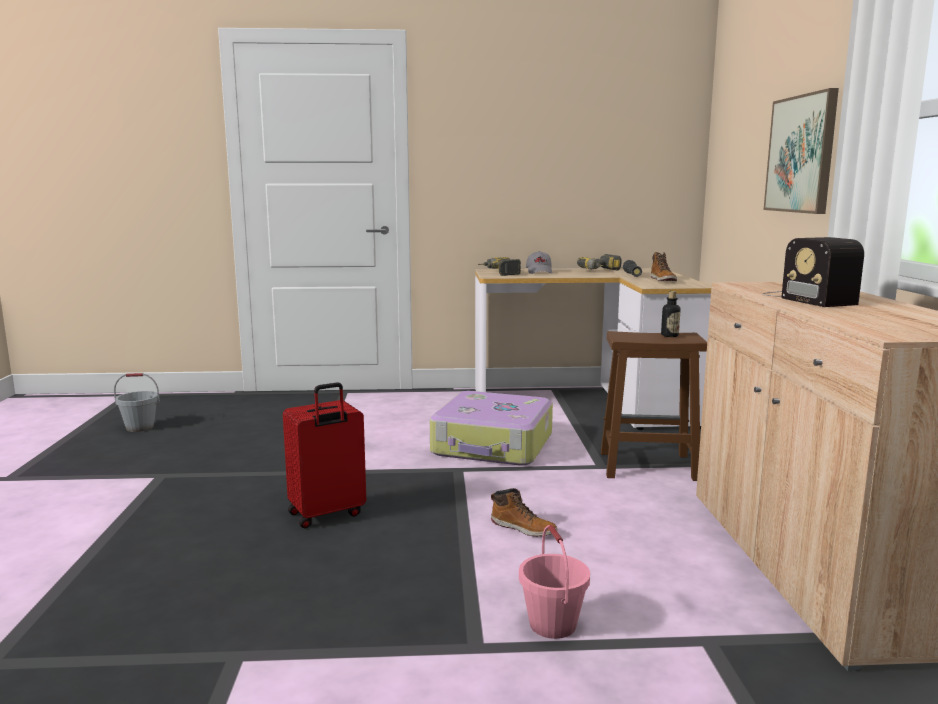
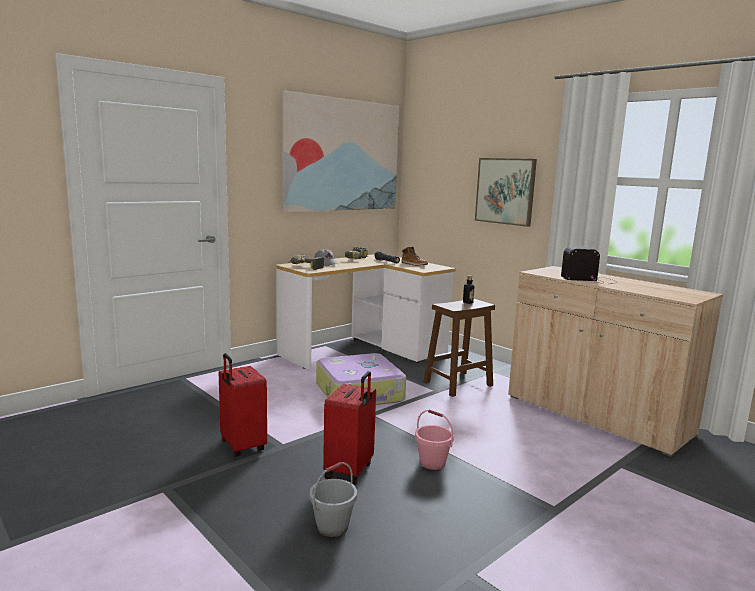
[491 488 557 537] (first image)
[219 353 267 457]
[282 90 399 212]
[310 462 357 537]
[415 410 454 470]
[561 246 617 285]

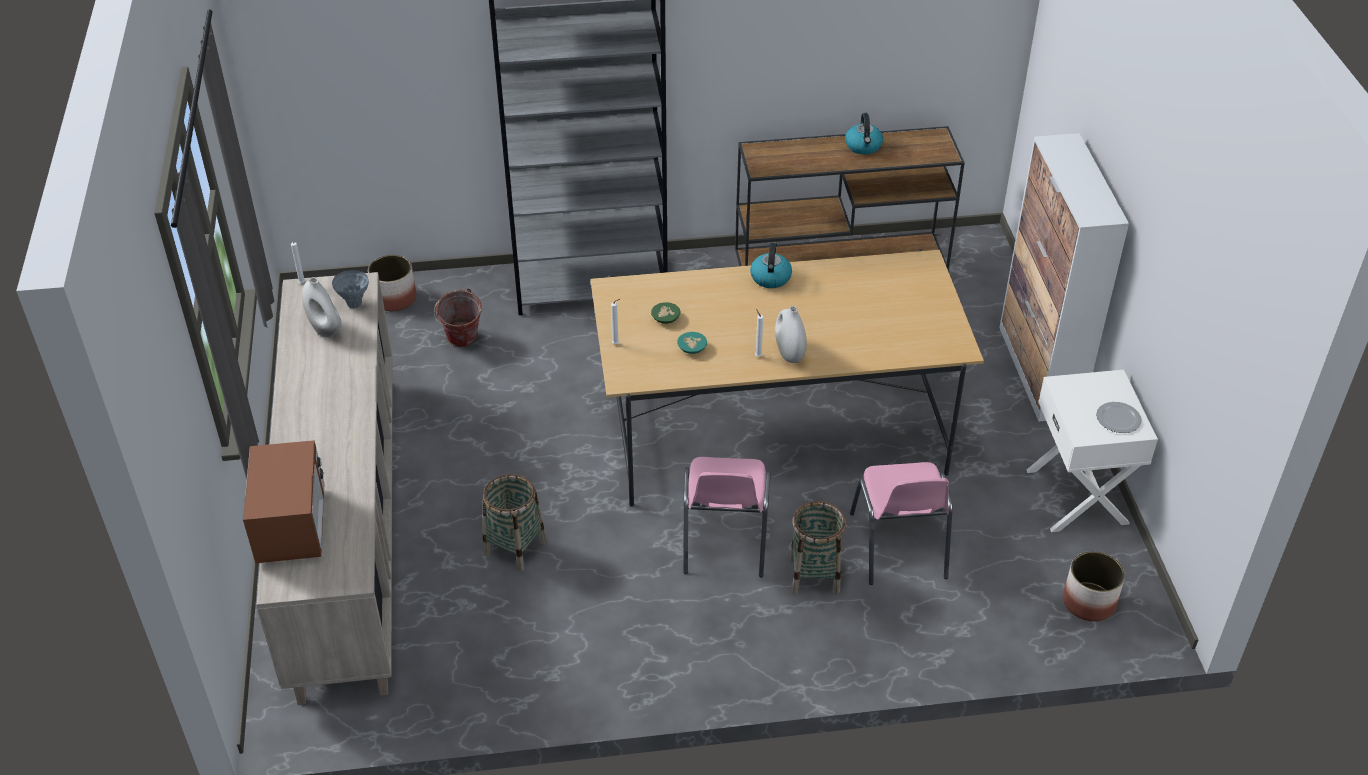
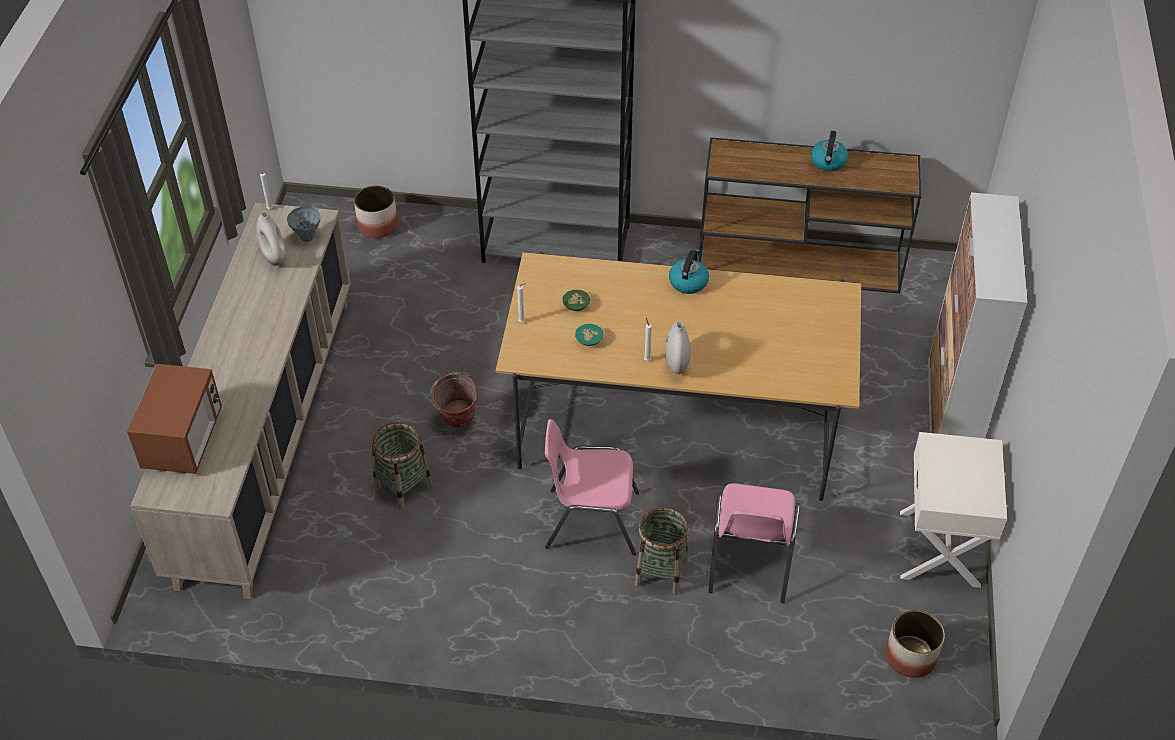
[1096 402 1142 433] (first image)
[430 372 478 428]
[545 419 639 556]

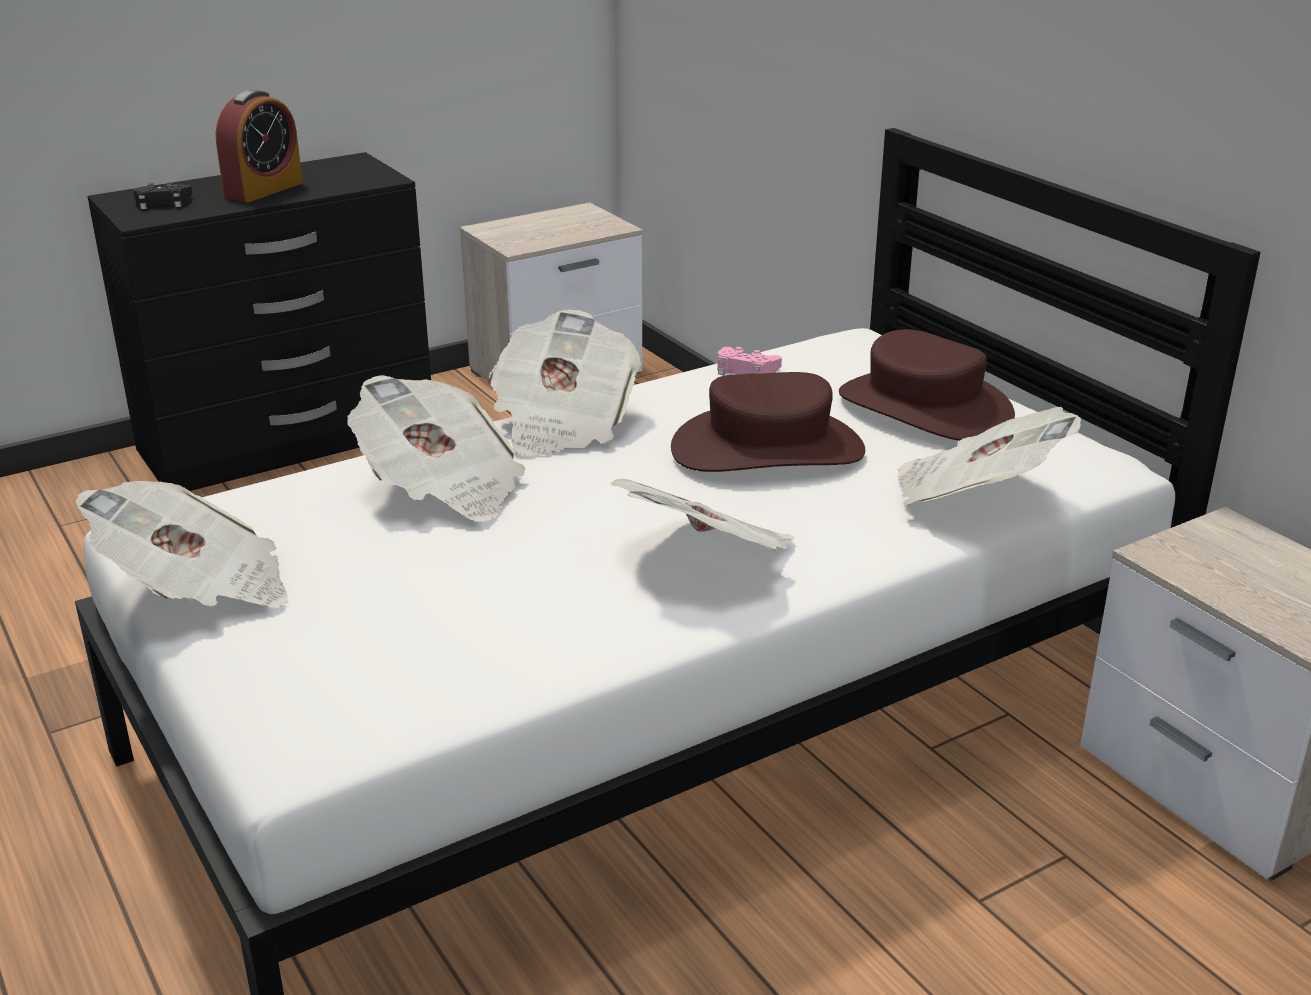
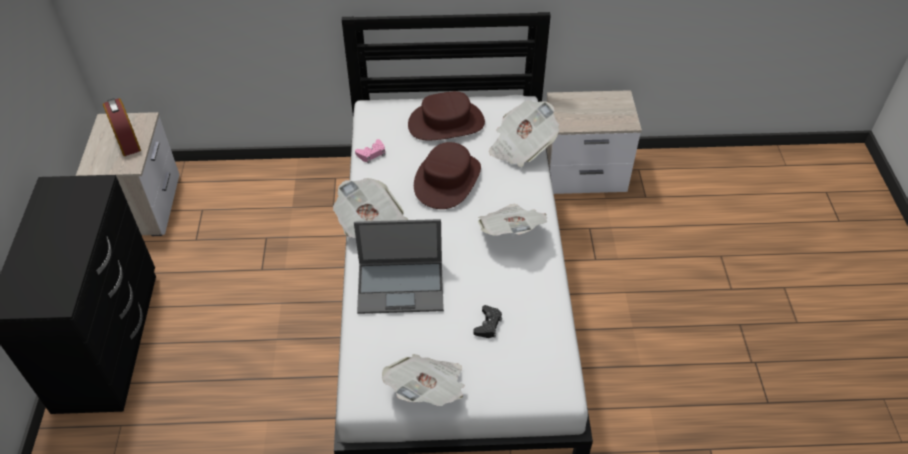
[473 305 502 338]
[103 98 141 156]
[354 219 444 314]

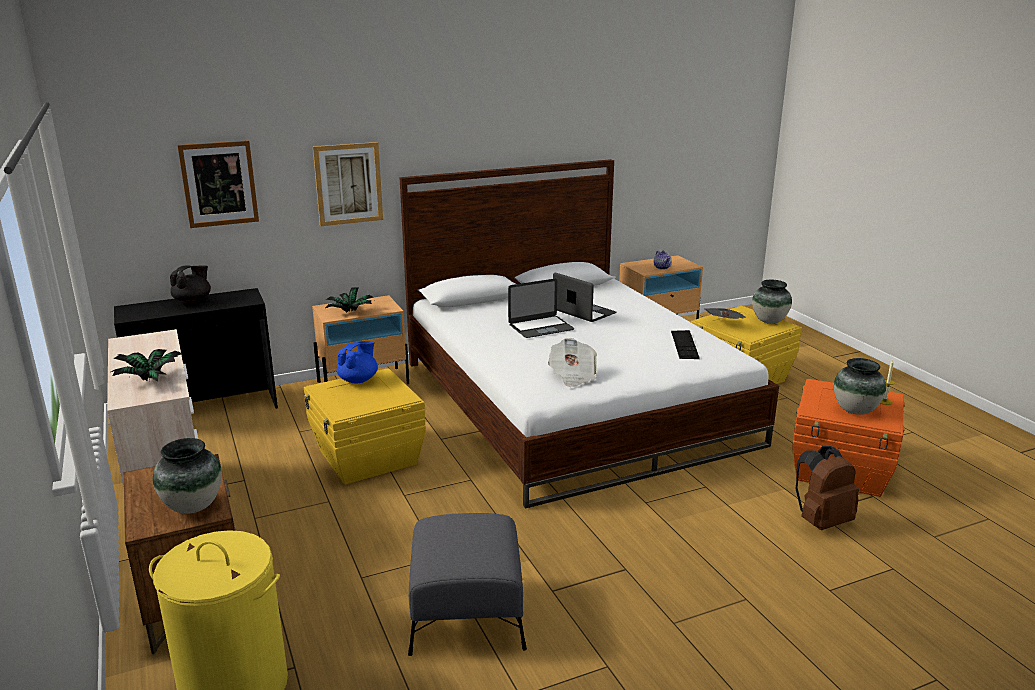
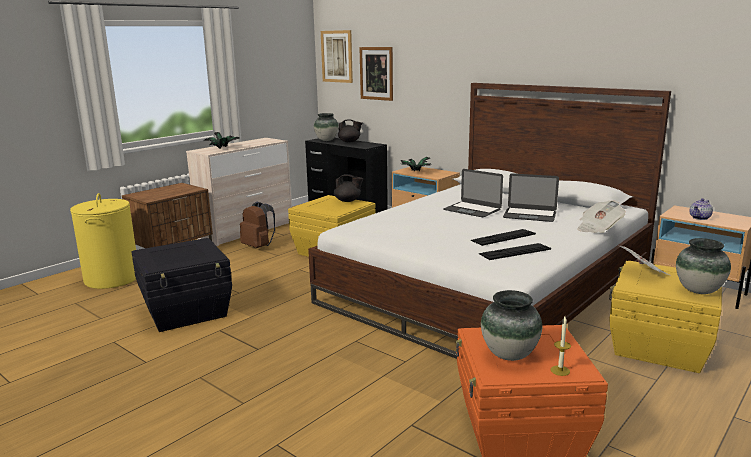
[471 229 536 246]
[314 113 339 141]
[321 30 353 83]
[577 200 626 233]
[240 201 275 248]
[131 238 232 332]
[334 174 363 202]
[503 173 559 222]

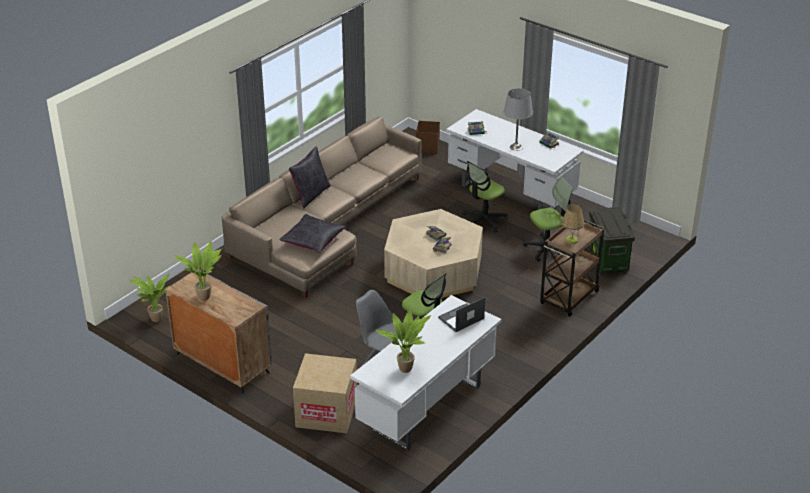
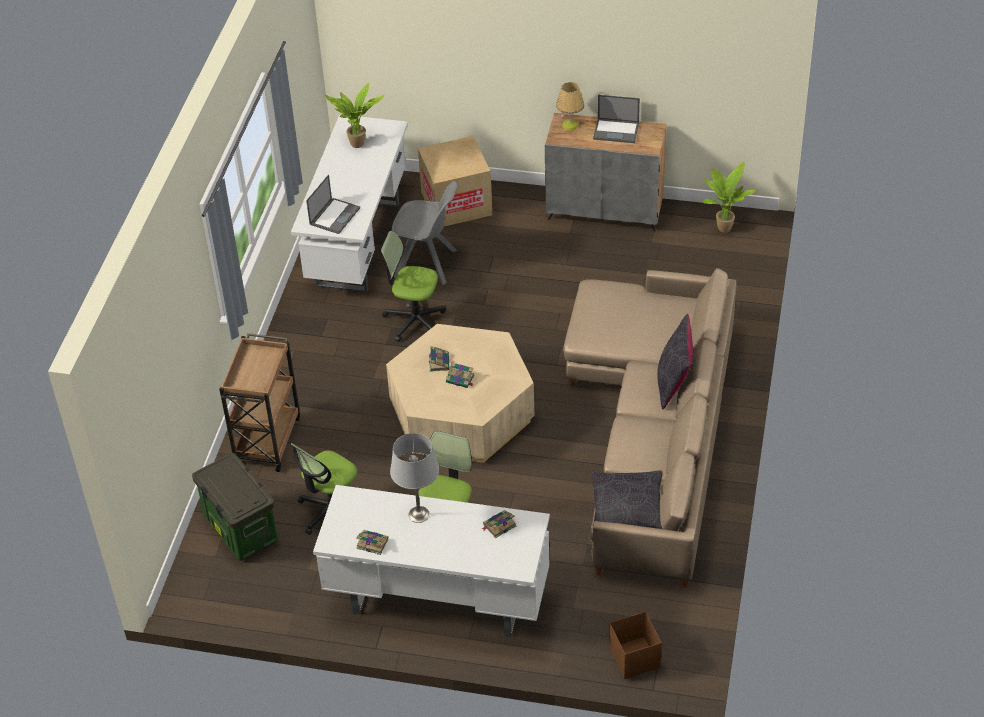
[592 470 662 531]
[556 82 584 130]
[593 95 640 143]

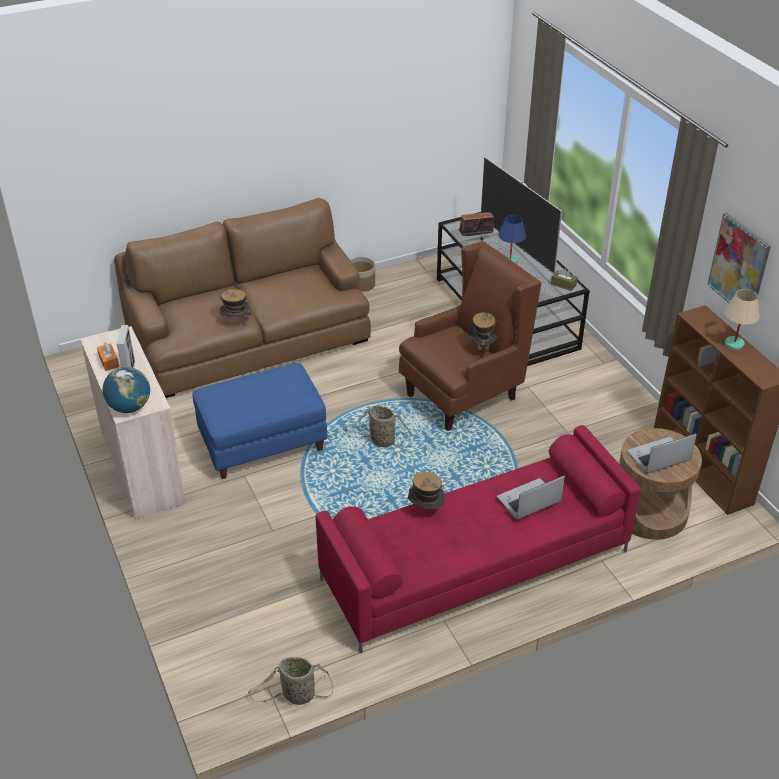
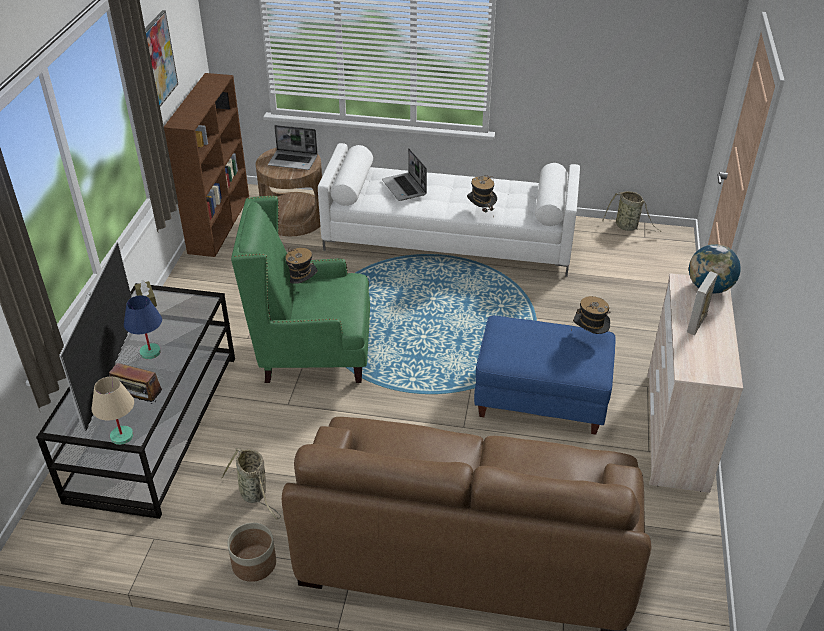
[97 342 119 371] (first image)
[571 296 611 334]
[221 448 281 519]
[92 377 134 445]
[318 143 580 277]
[231 196 370 383]
[382 148 427 201]

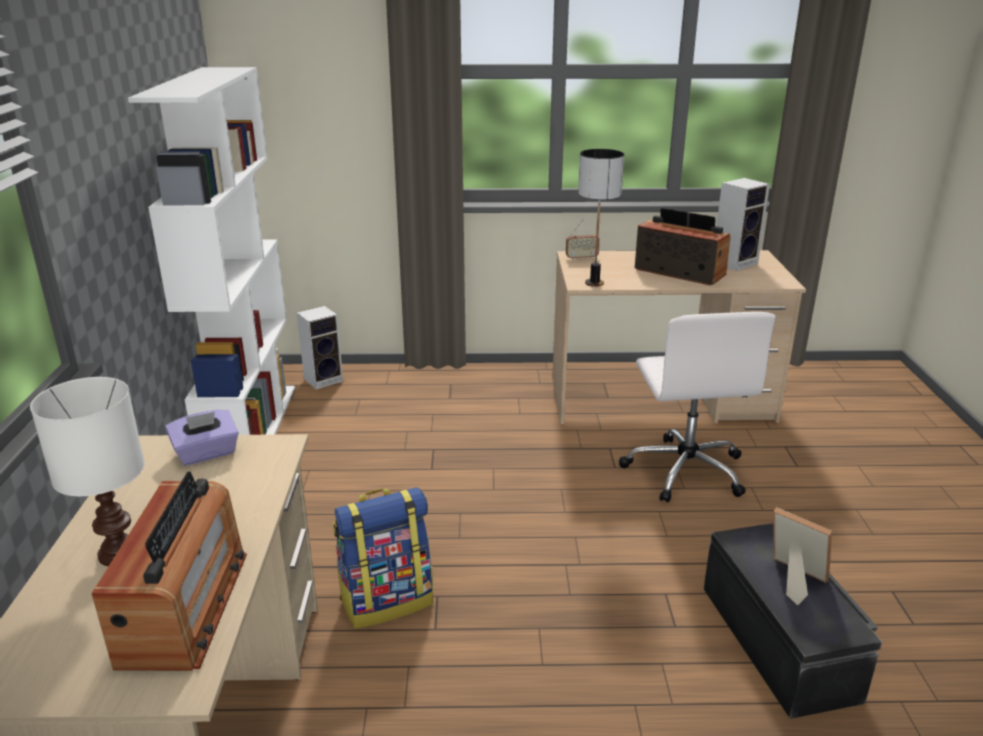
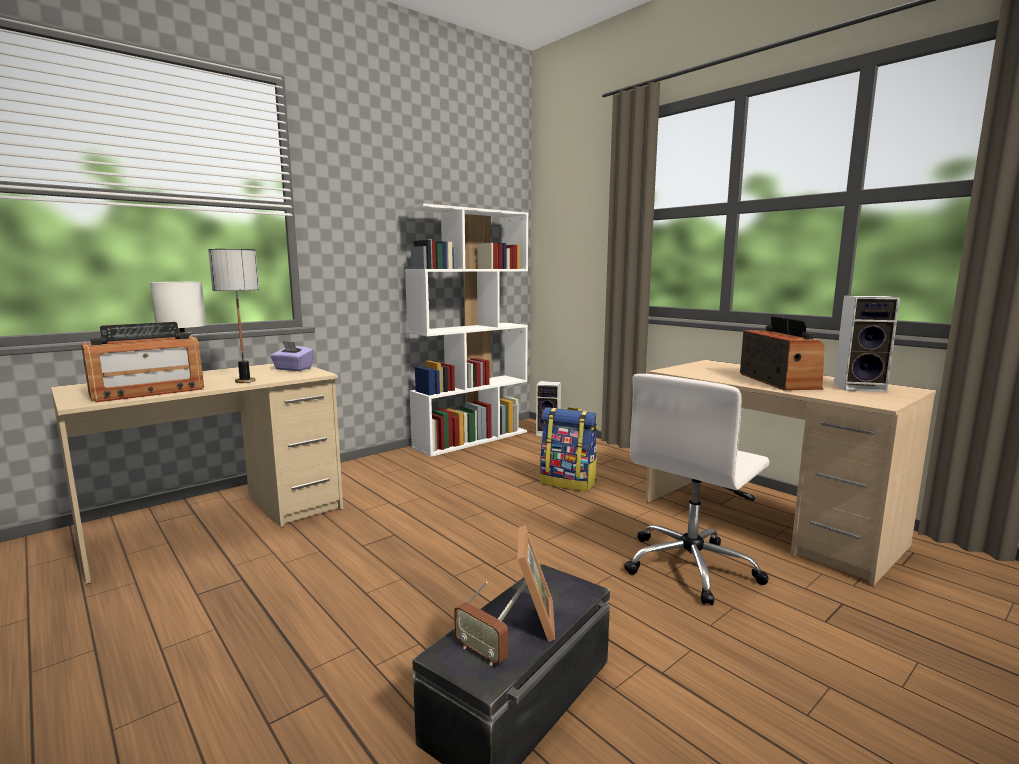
[540 407 598 492]
[454 581 508 666]
[208 249 259 383]

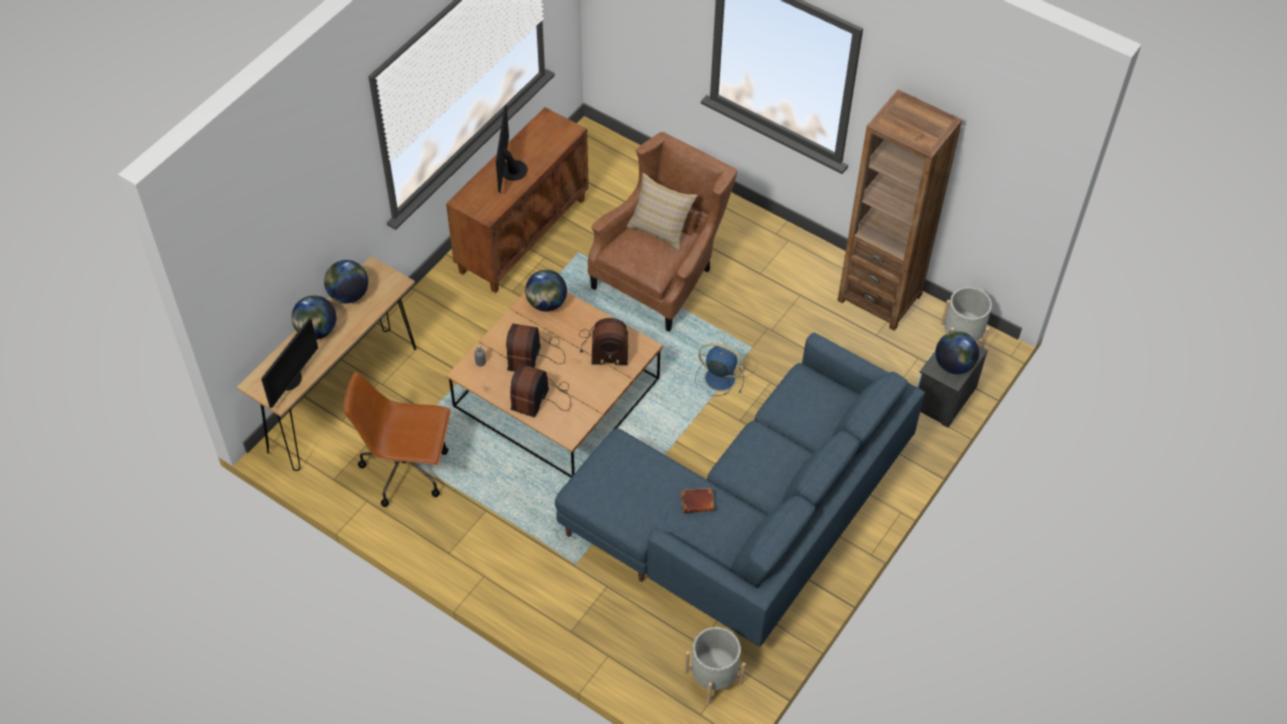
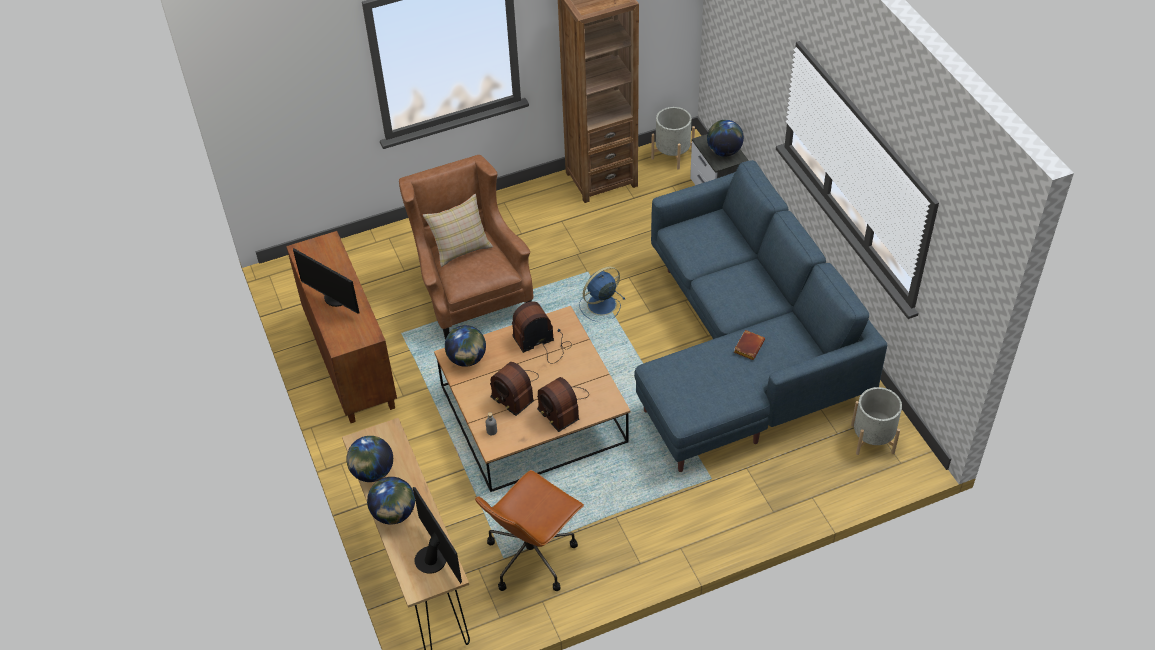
[512 301 572 364]

